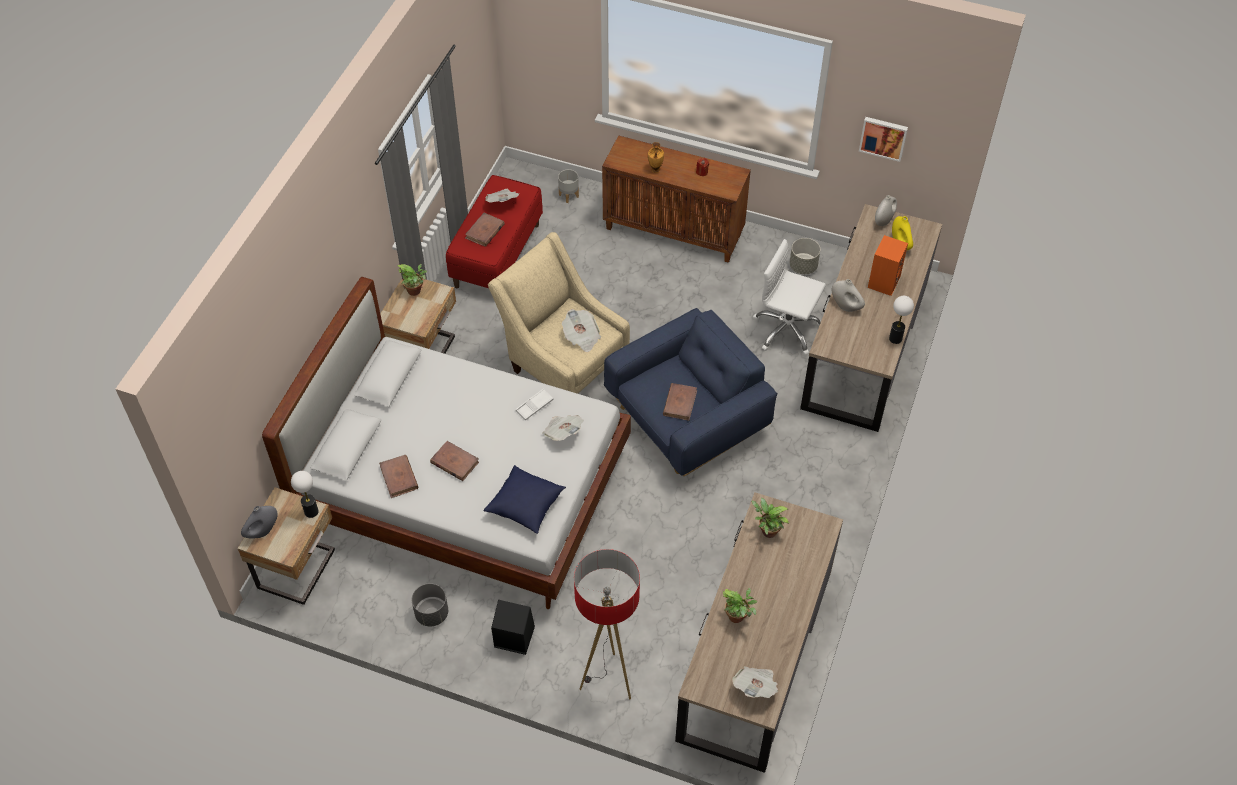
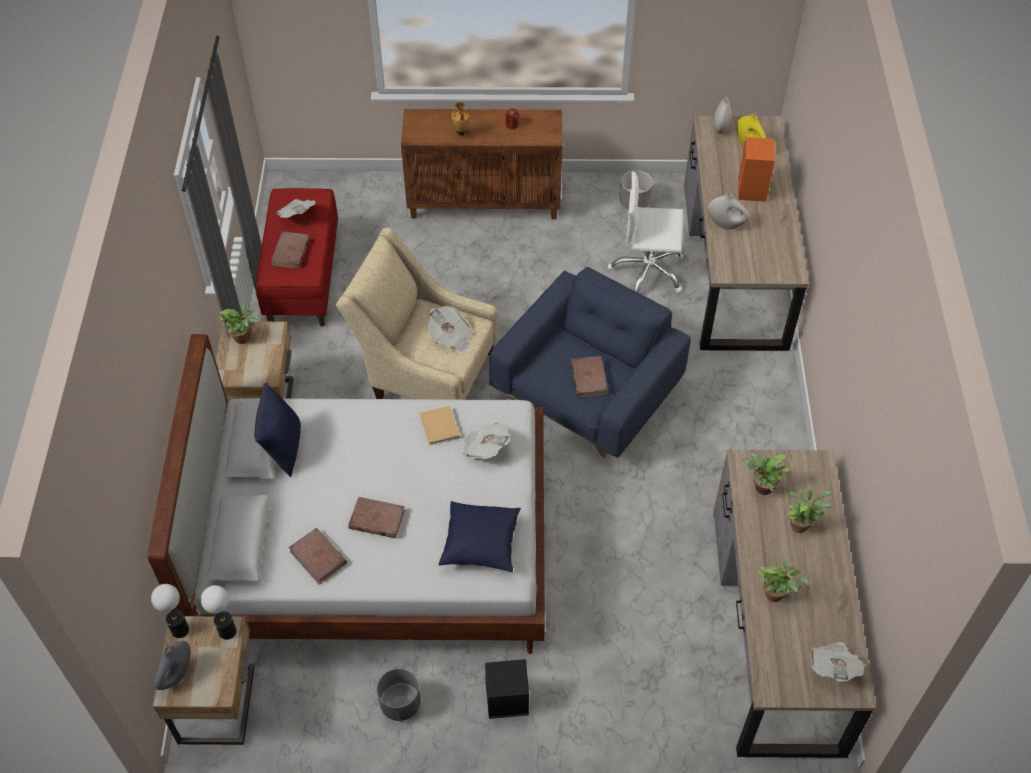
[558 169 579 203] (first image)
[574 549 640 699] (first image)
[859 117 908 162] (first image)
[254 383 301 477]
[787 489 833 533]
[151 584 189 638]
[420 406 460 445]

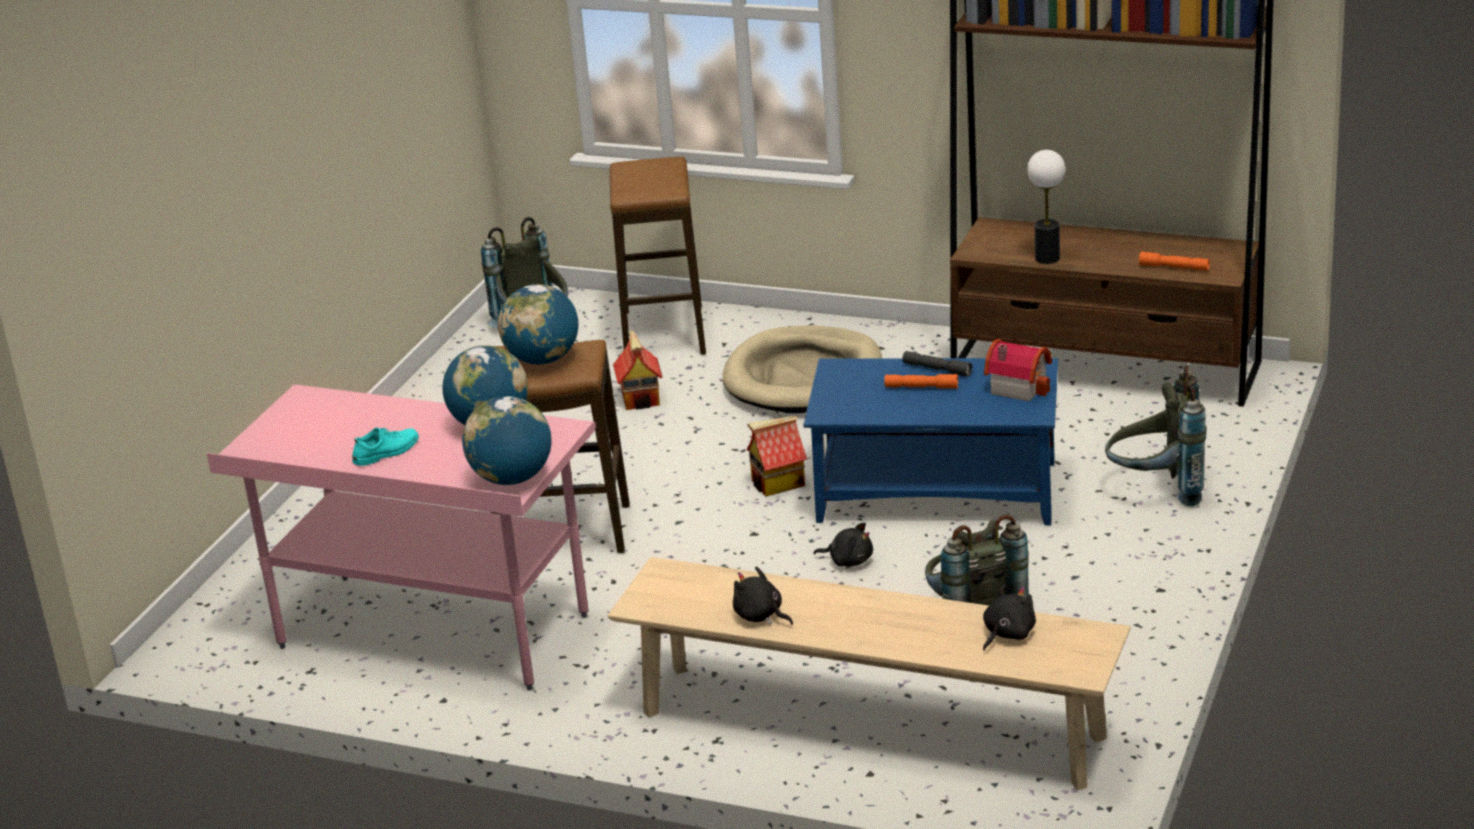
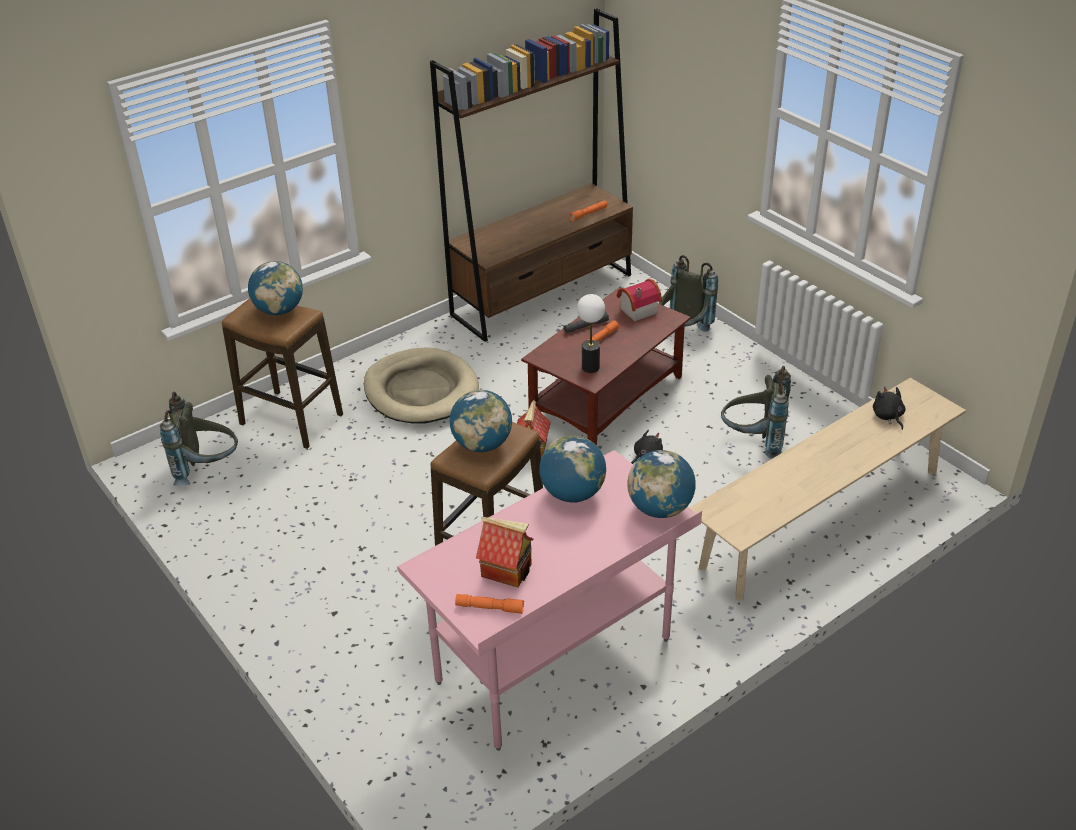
[352 427 419 466] (first image)
[733 566 793 625] (first image)
[248 261 303 315]
[455 594 524 614]
[476 517 533 587]
[577 294 605 373]
[521 288 691 445]

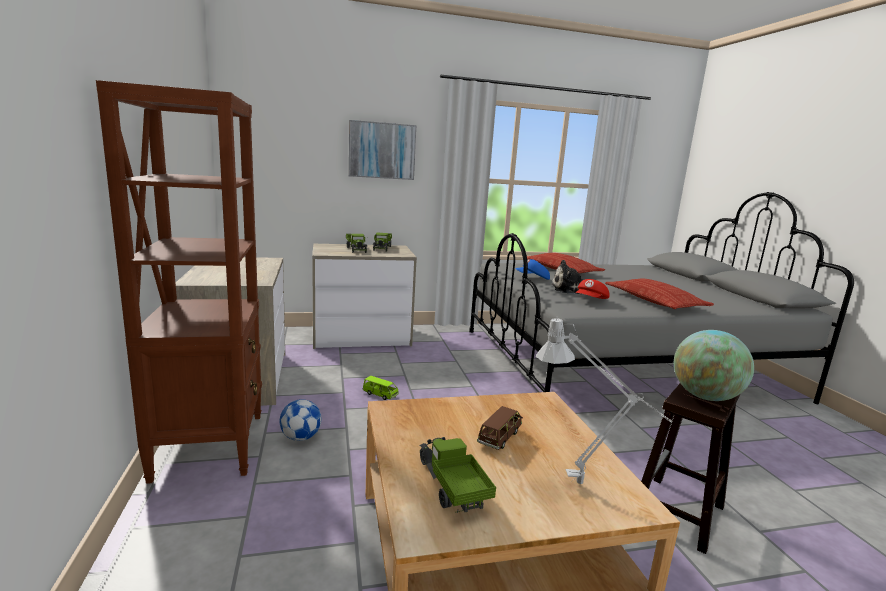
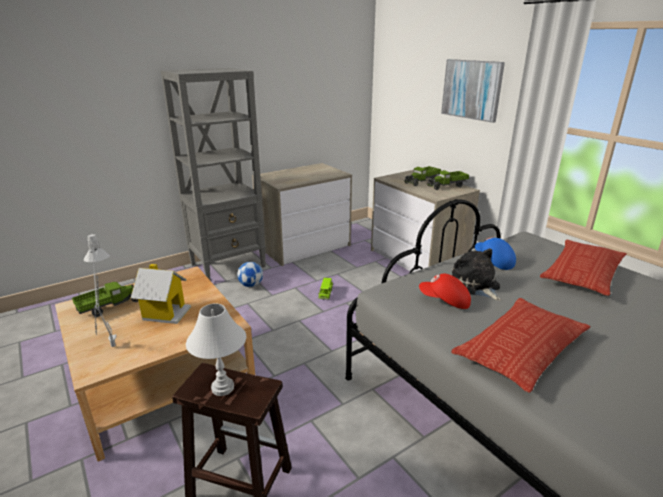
[131 264 191 324]
[186 303 246 396]
[161 68 266 280]

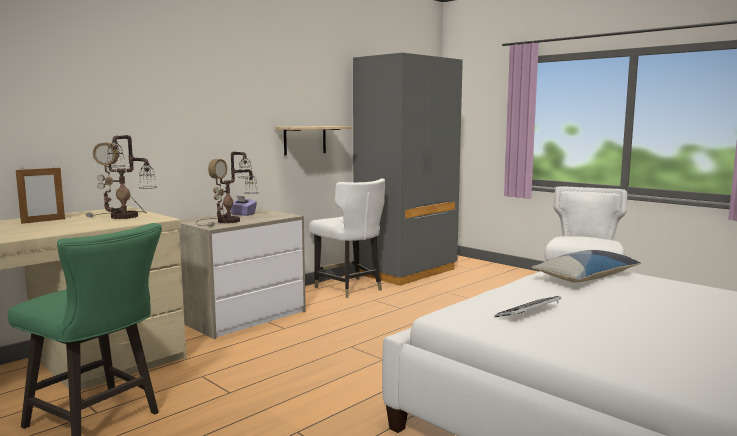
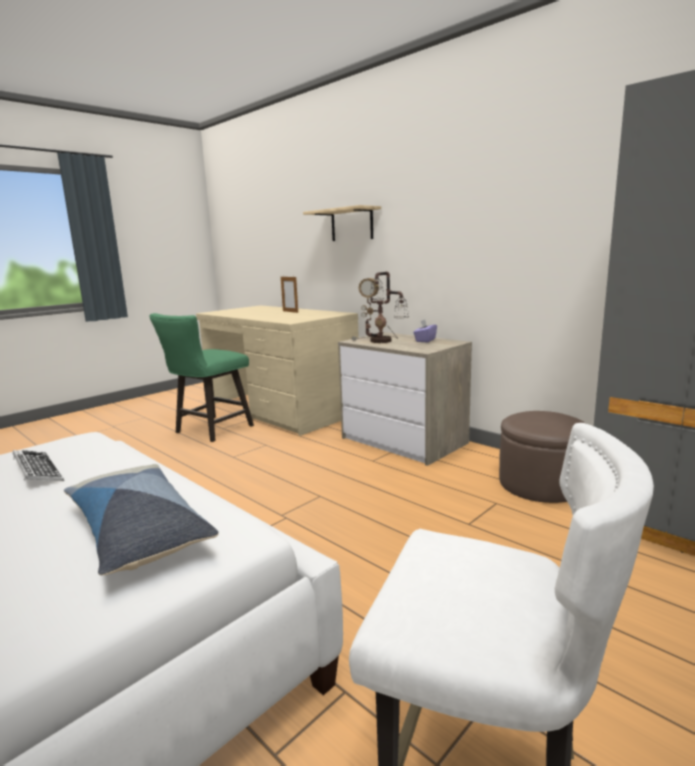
[86 135 157 219] (first image)
[303 205 381 241]
[499 411 585 503]

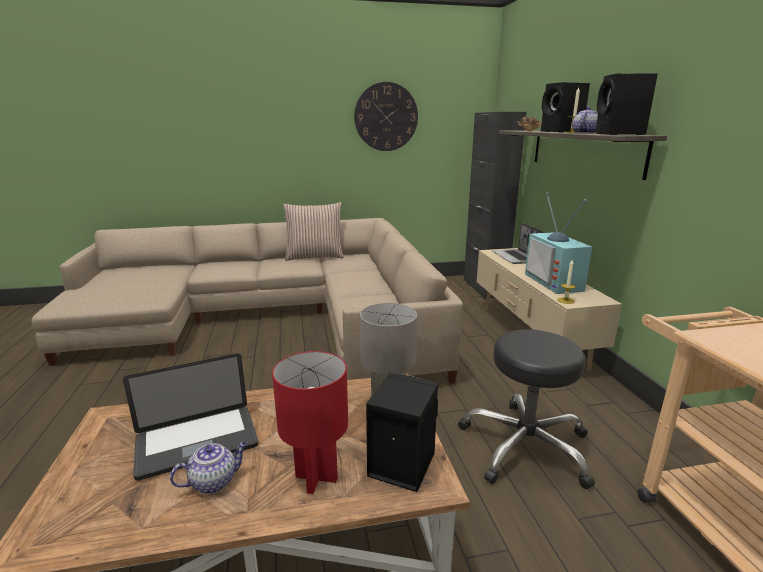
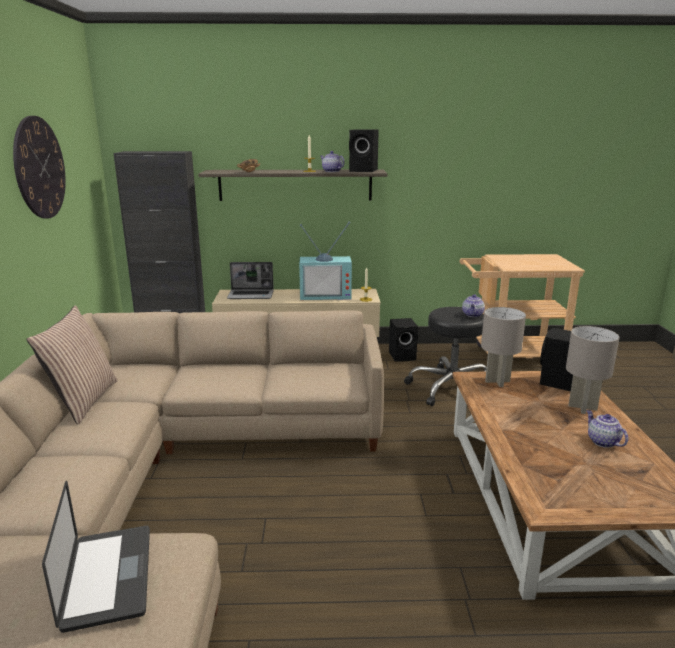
[462 295 485 317]
[42 481 150 633]
[389 318 418 362]
[566 326 620 414]

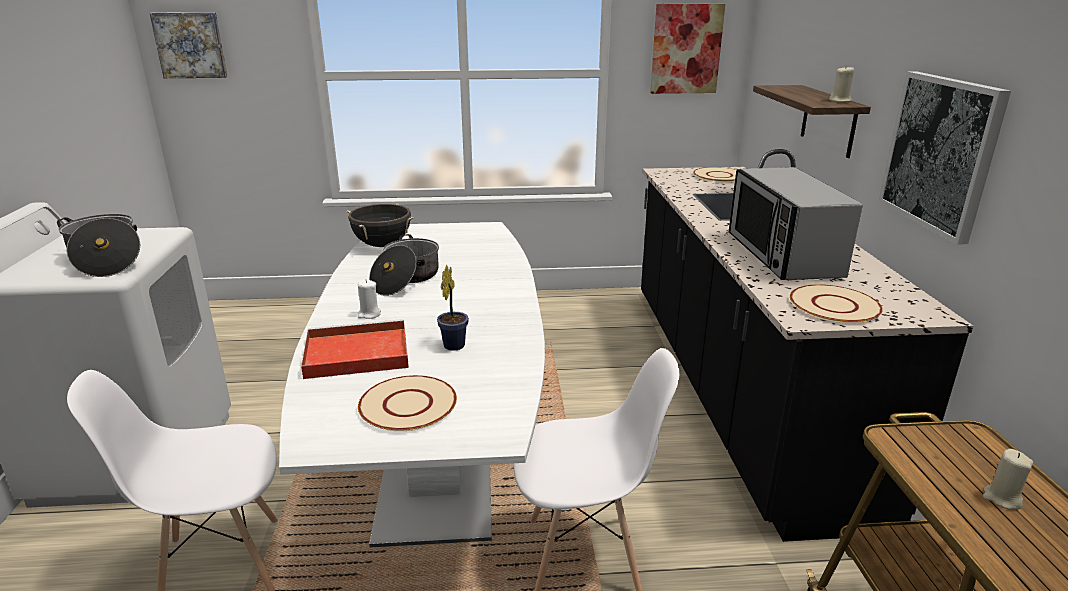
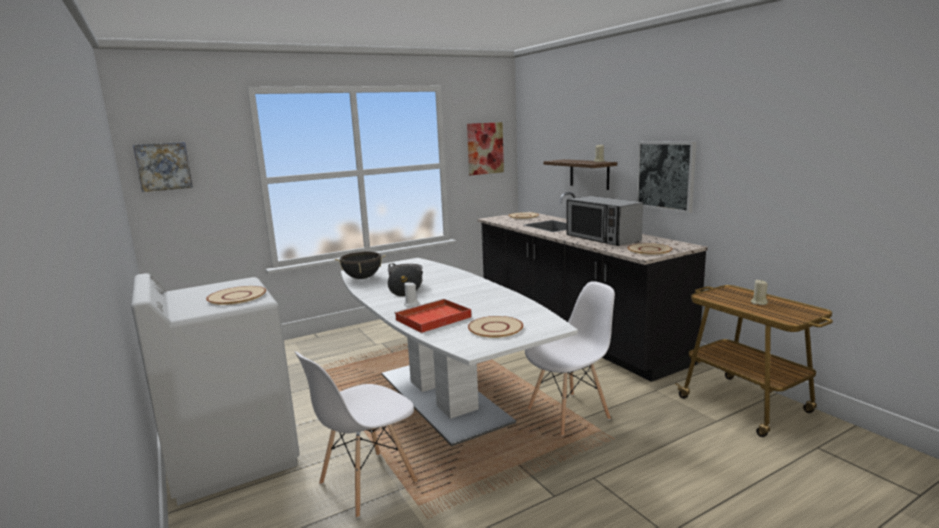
[437 265 469 351] (first image)
[206 286 266 305]

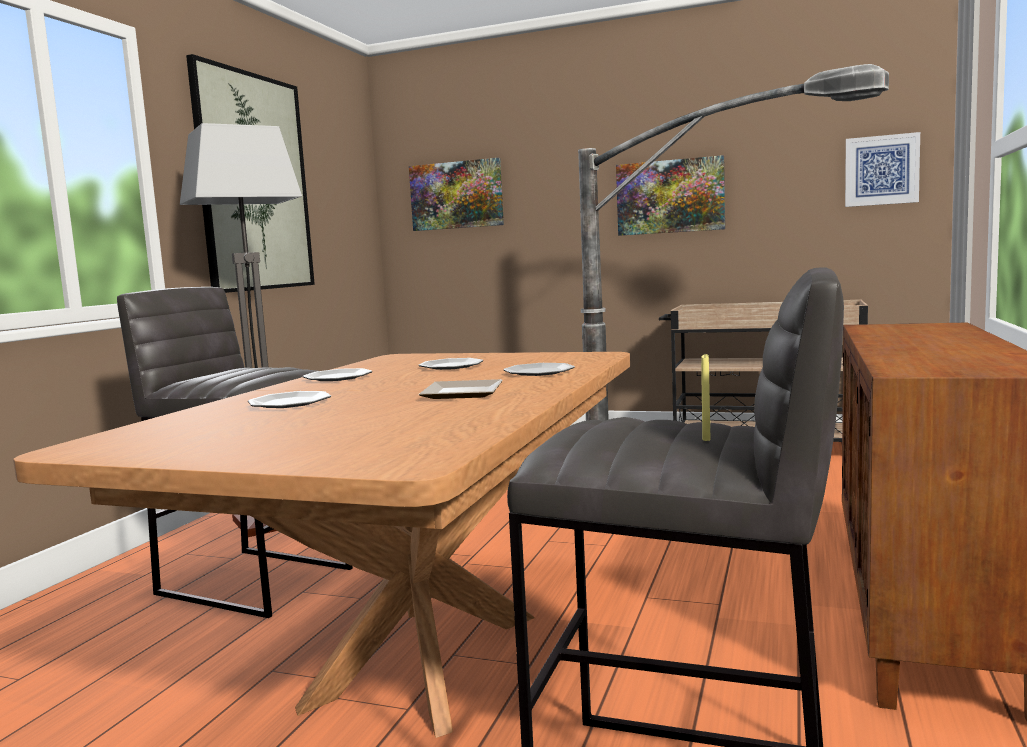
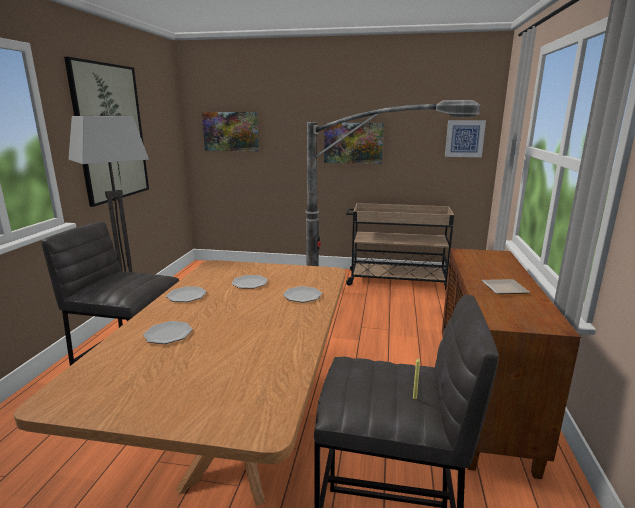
[481 279 531 294]

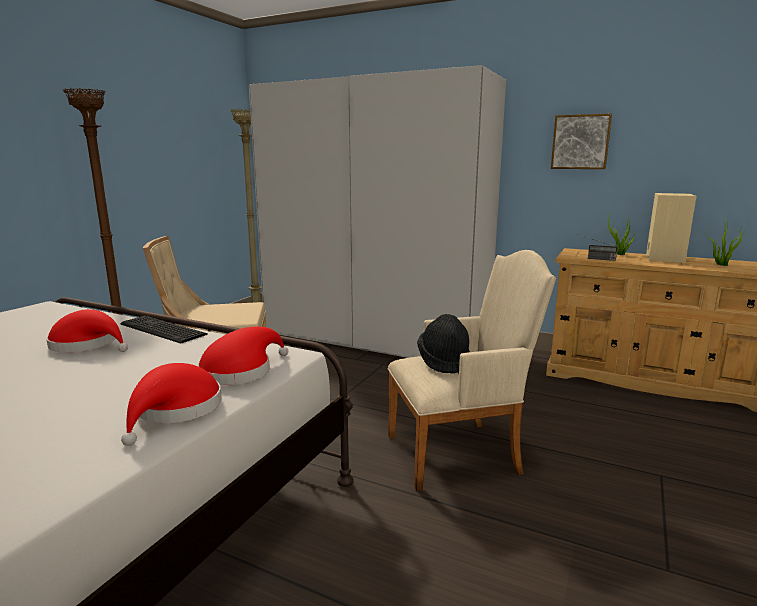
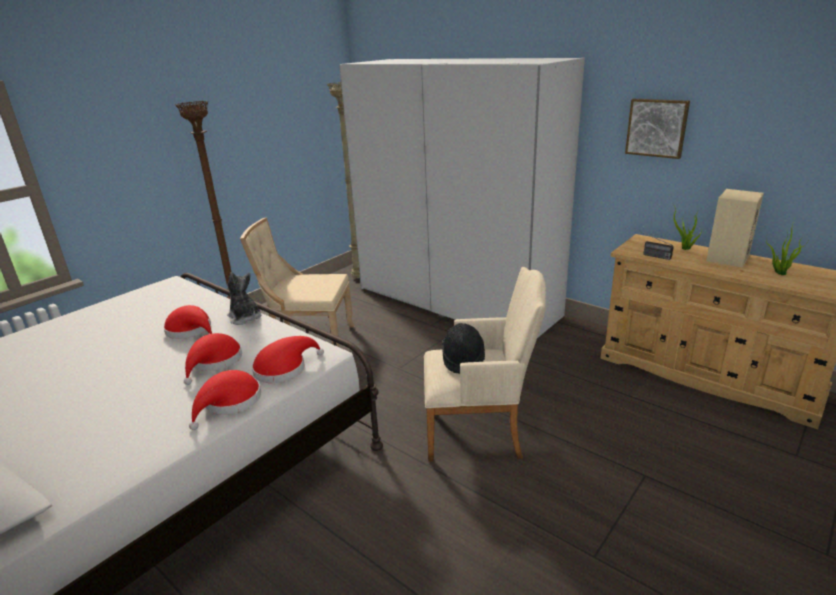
[184 333 242 385]
[227 272 261 325]

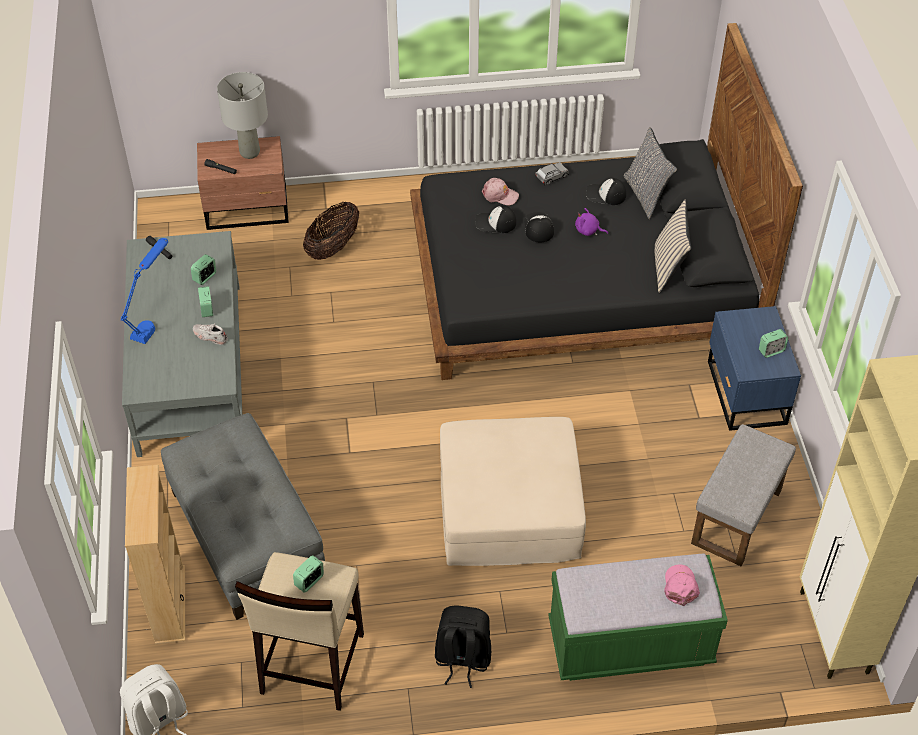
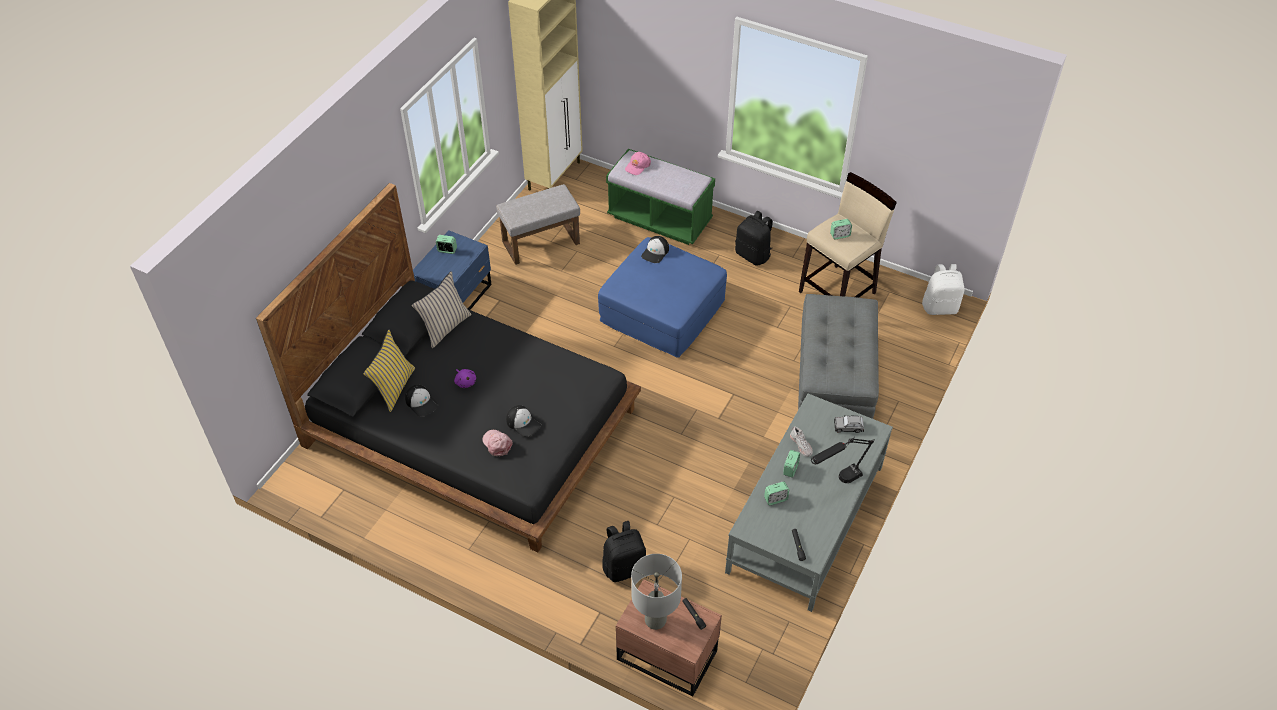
[125 464 185 644] (first image)
[641 236 669 263]
[834 415 864 433]
[602 521 646 582]
[811 437 875 483]
[598 237 727 358]
[363 329 415 412]

